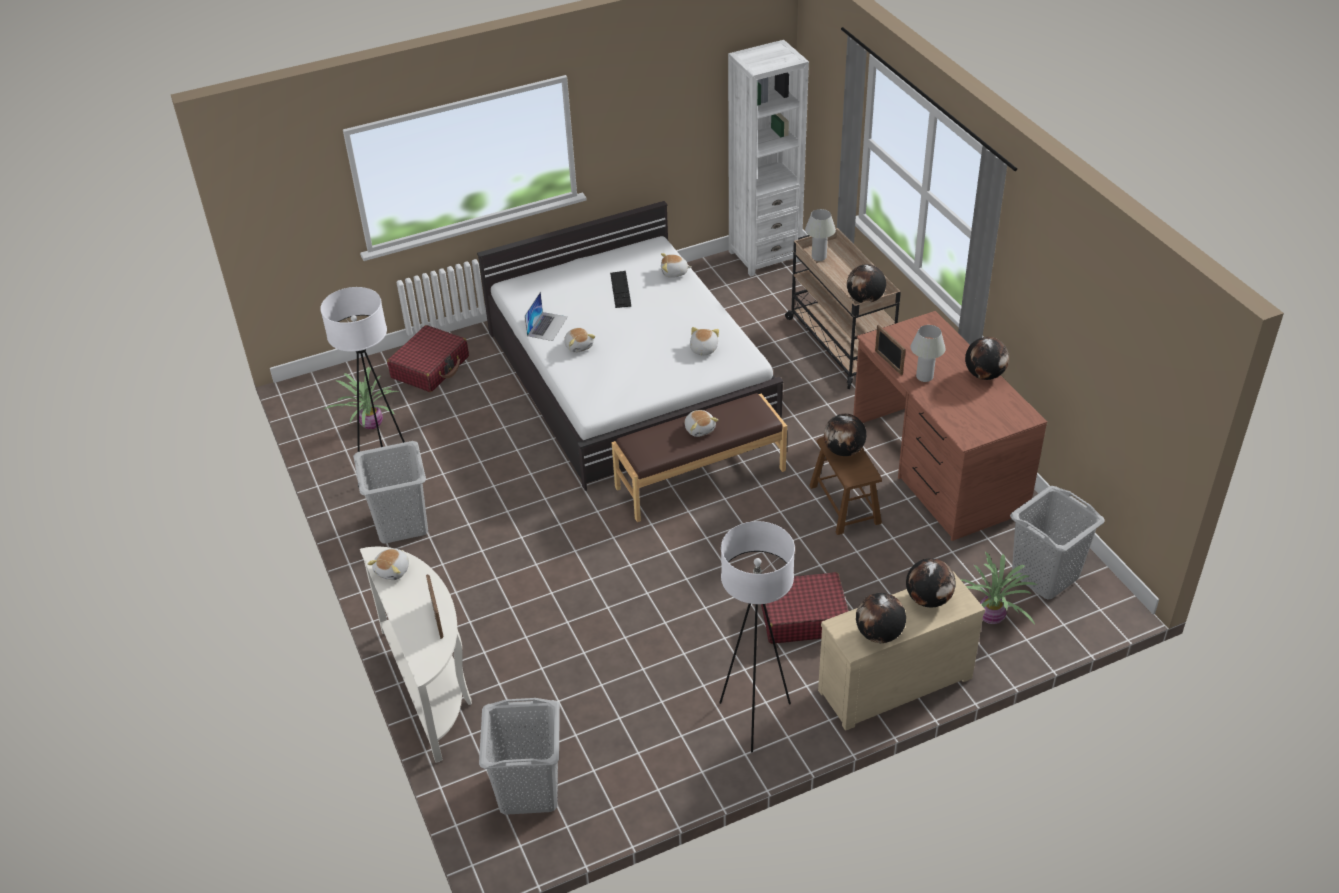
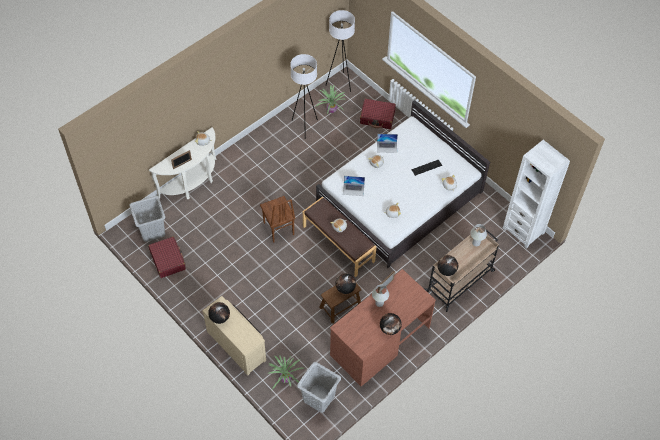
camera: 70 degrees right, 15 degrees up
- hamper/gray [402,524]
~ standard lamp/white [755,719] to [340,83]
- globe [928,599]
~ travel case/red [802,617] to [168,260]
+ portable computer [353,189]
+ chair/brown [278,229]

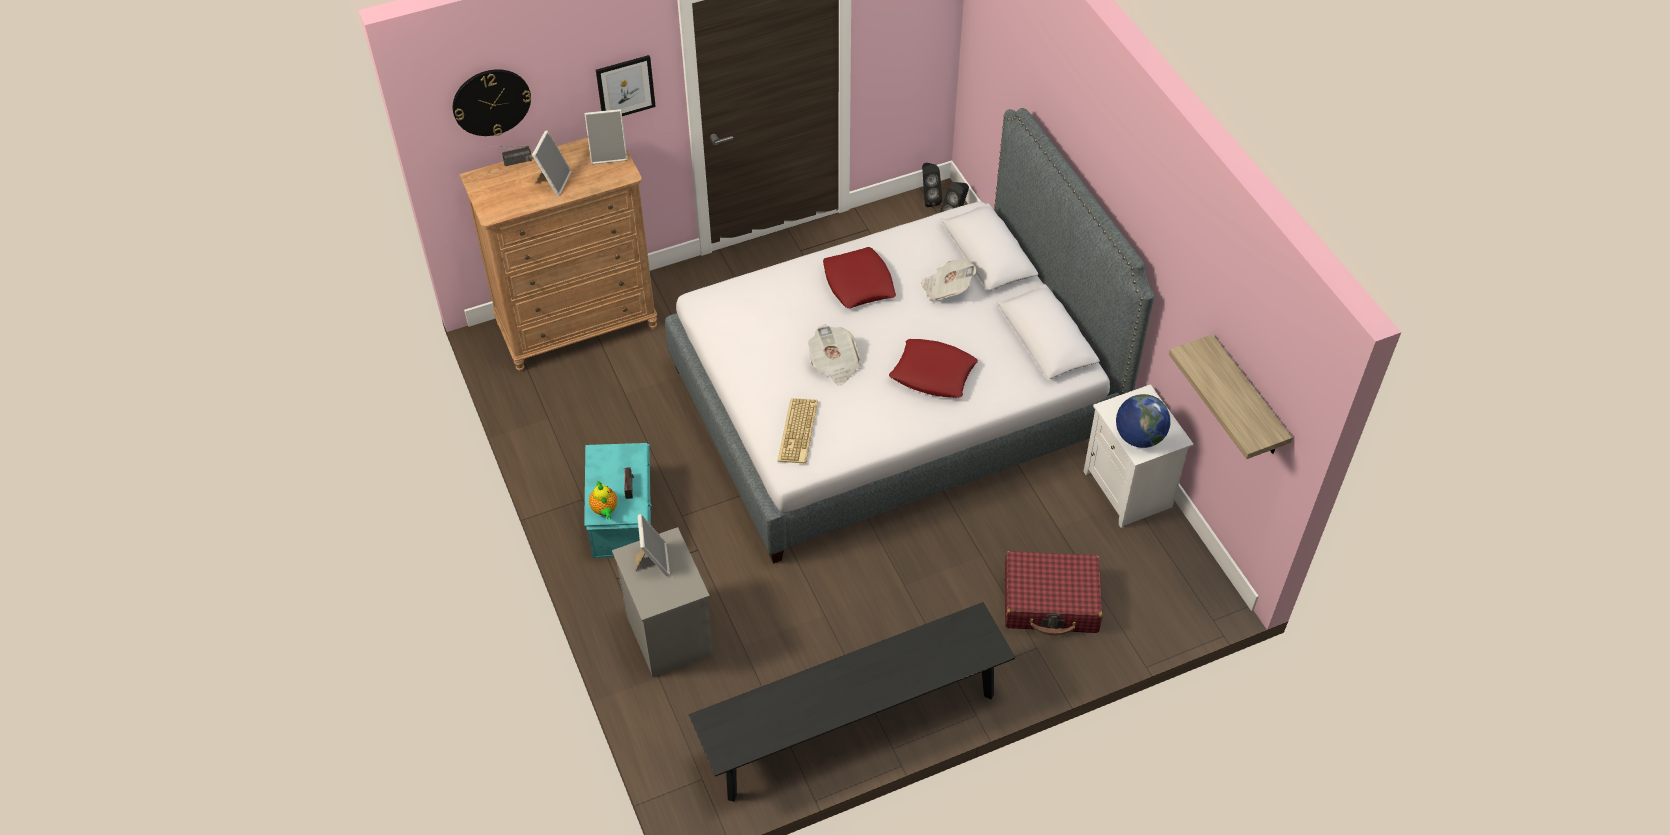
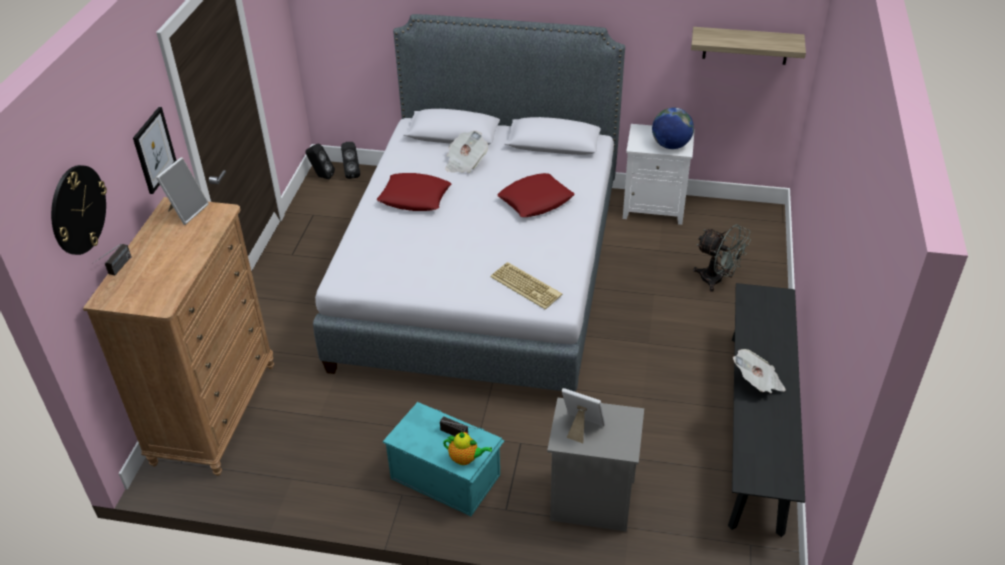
camera: 55 degrees left, 10 degrees down
- picture frame [553,181]
~ daily paper [834,364] to [757,382]
~ travel case/red [1051,601] to fan/gray [717,280]

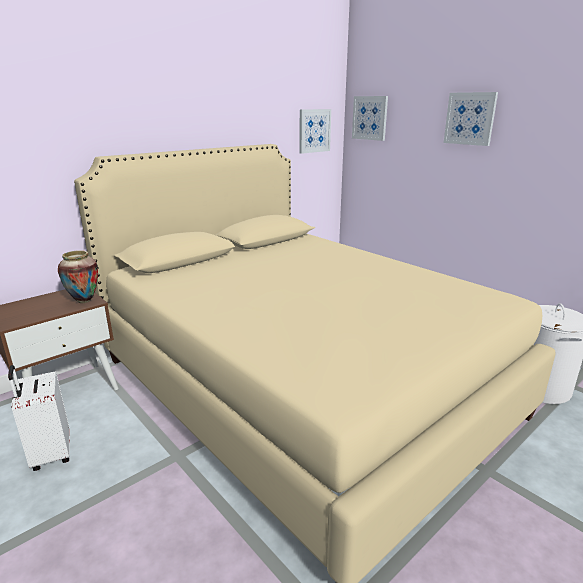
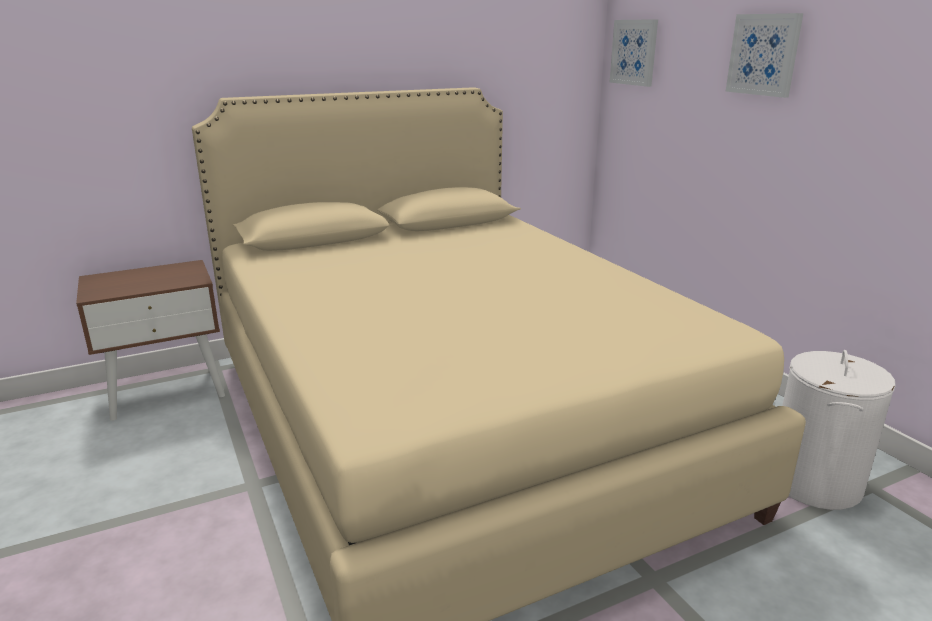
camera: 15 degrees right, 0 degrees up
- wall art [314,131]
- decorative vase [84,301]
- travel case/white [50,454]

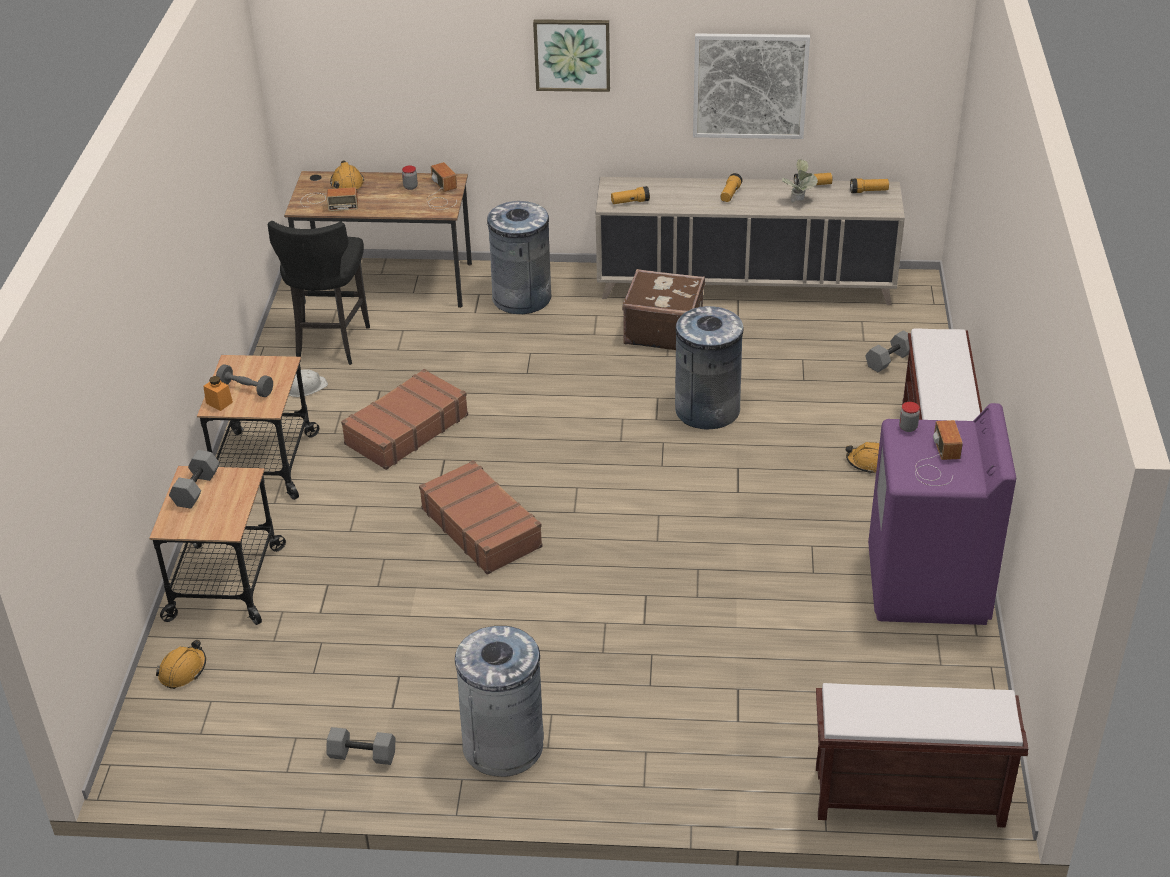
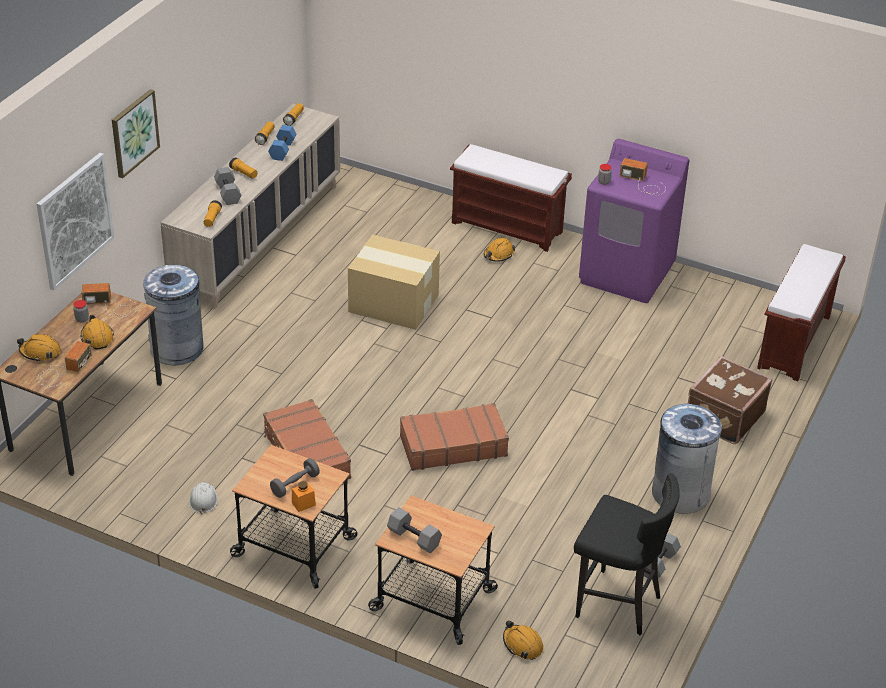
camera: 70 degrees left, 0 degrees up
~ wall art [750,85] to [74,220]
~ houseplant [799,202] to free weight/blue [282,149]
~ sitting stool/blackish [330,343] to [616,604]
~ travel case/brown [663,330] to [723,417]
~ rubbish bin/gray [707,410] to cardboard box [392,302]
~ free weight/gray [889,360] to [228,193]
+ work helmet/orange [97,337]

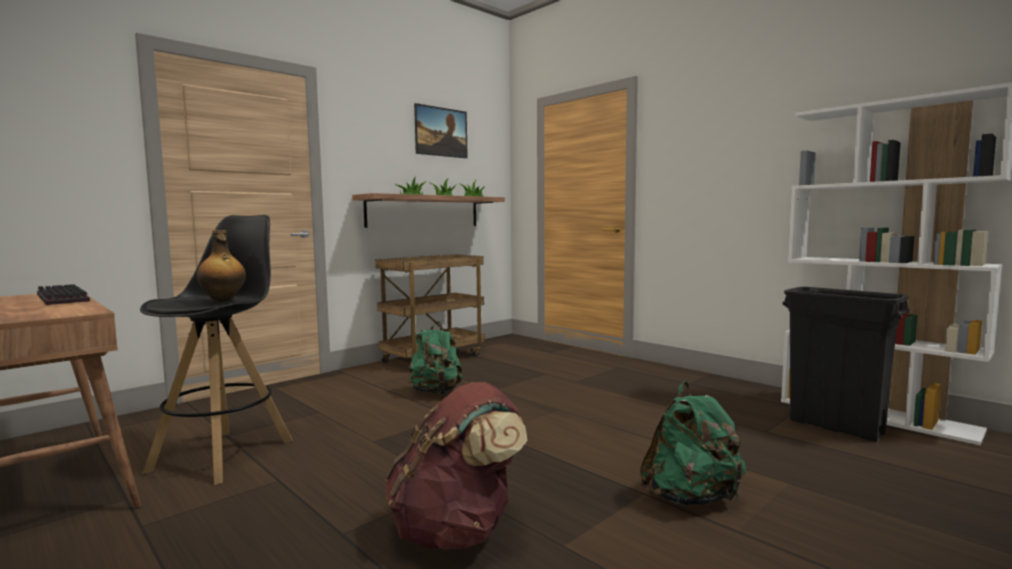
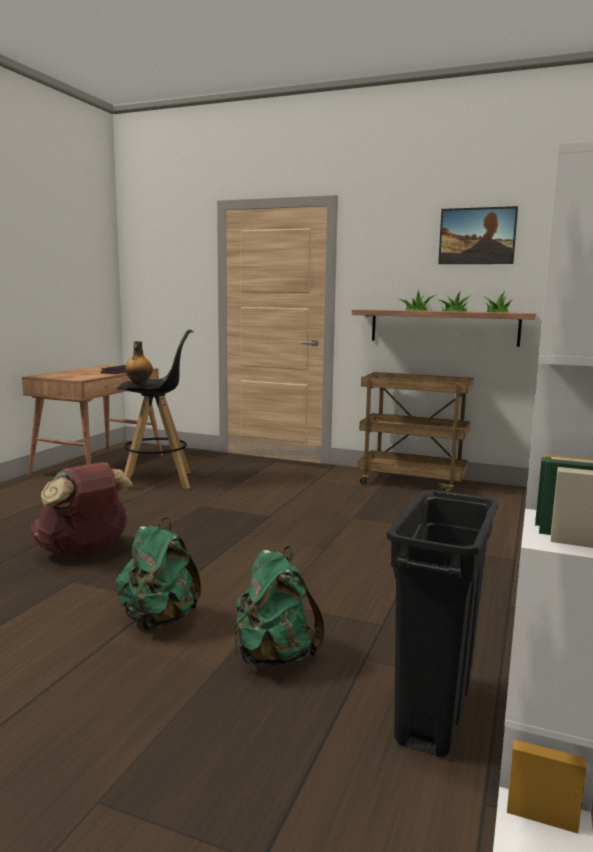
camera: 65 degrees right, 5 degrees up
~ knapsack/green [436,393] to [274,656]

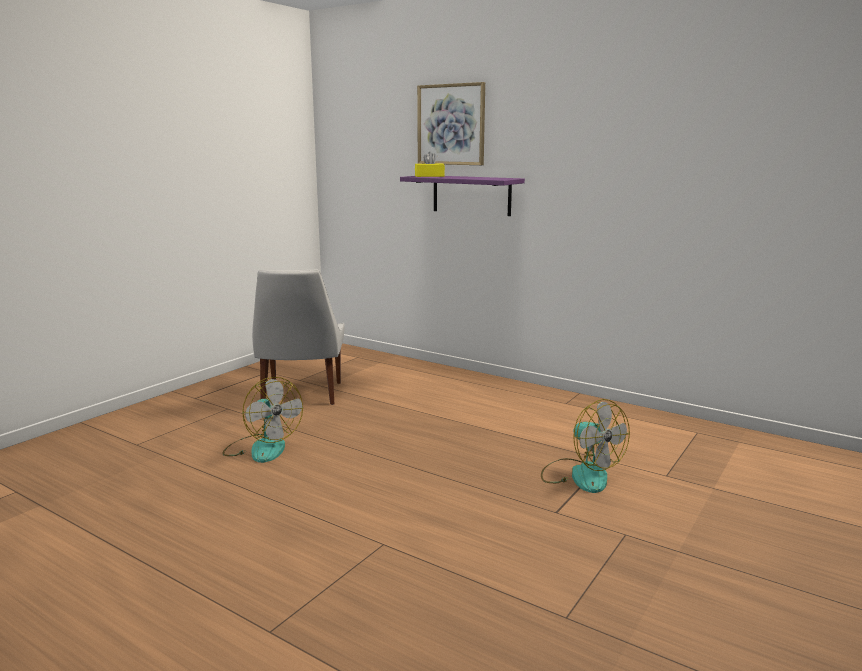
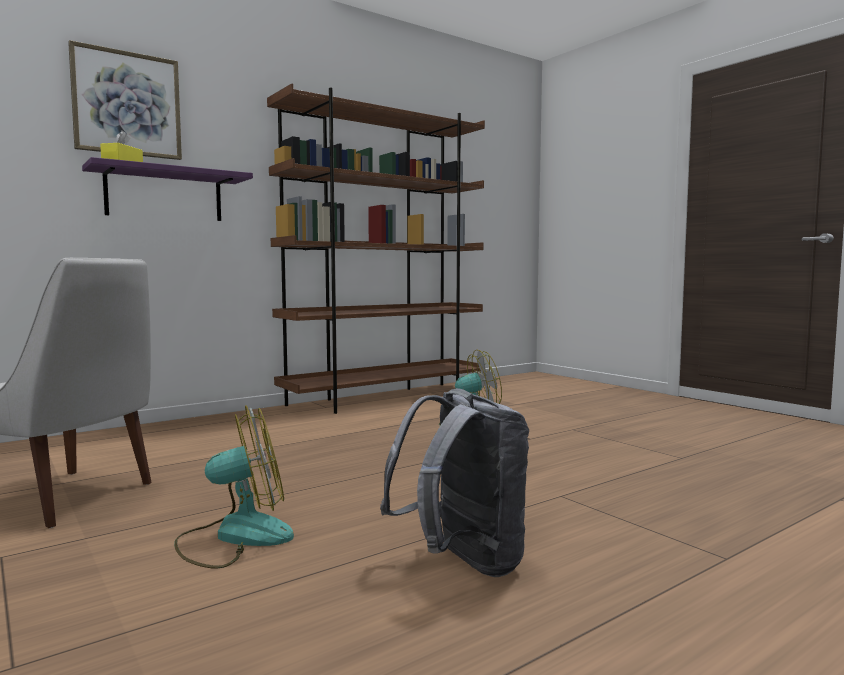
camera: 70 degrees left, 10 degrees down
+ shelving unit/brown [385,398]
+ knapsack/gray [462,563]

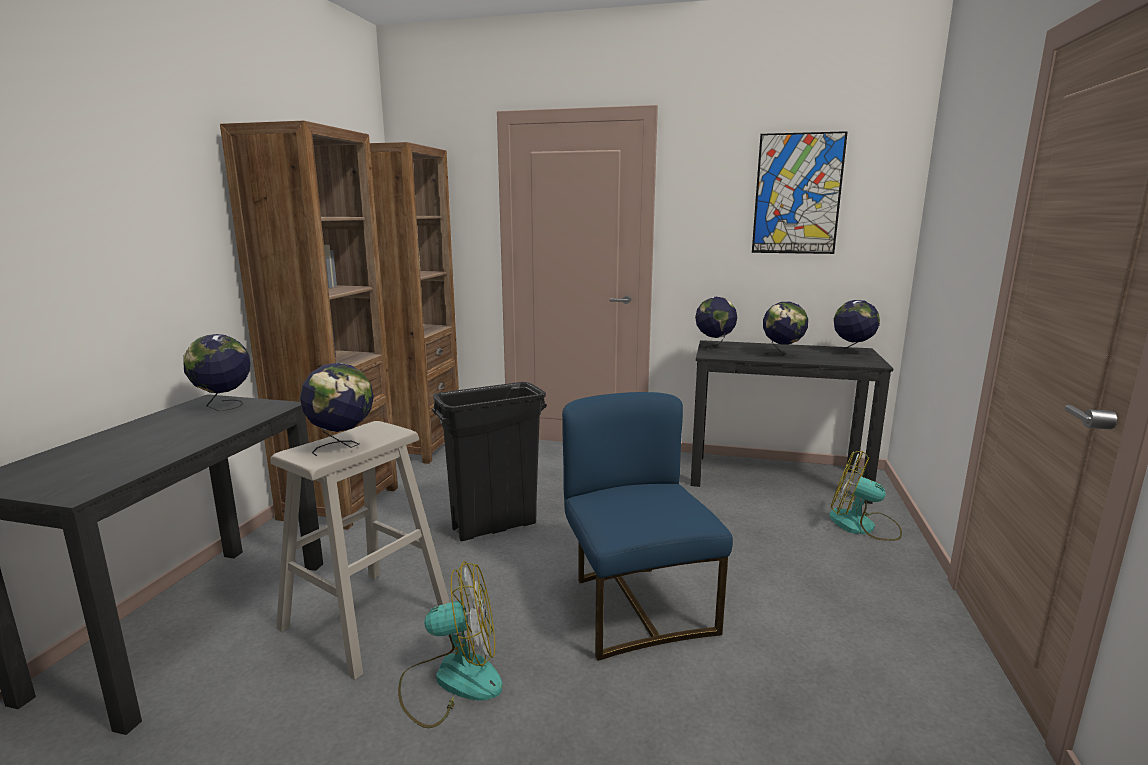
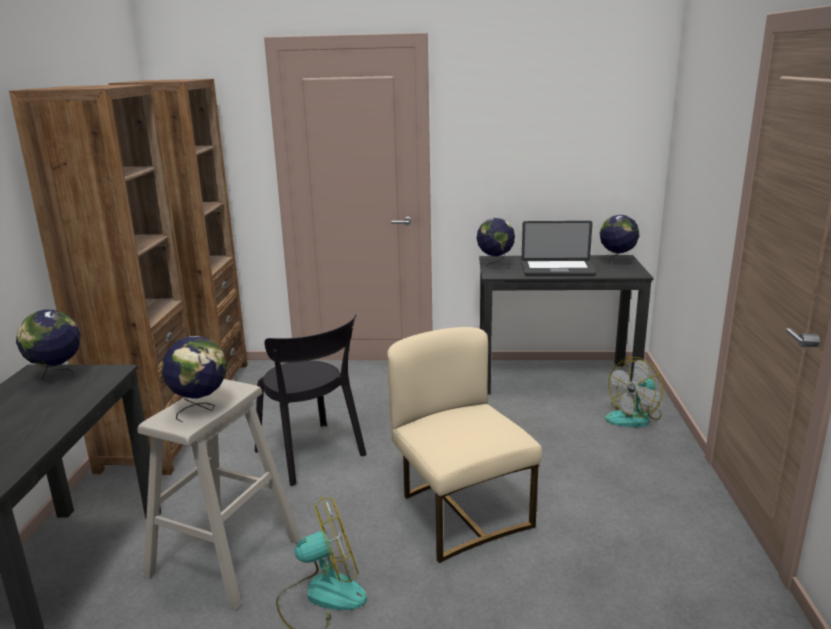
camera: 10 degrees left, 5 degrees up
- wall art [797,194]
~ globe [782,355] to portable computer [557,270]
~ rubbish bin/blackish [494,527] to chair/blackish [312,455]
~ chair/blue [636,607] to chair/beige [460,513]
~ fan [863,526] = [634,417] 60 degrees counterclockwise

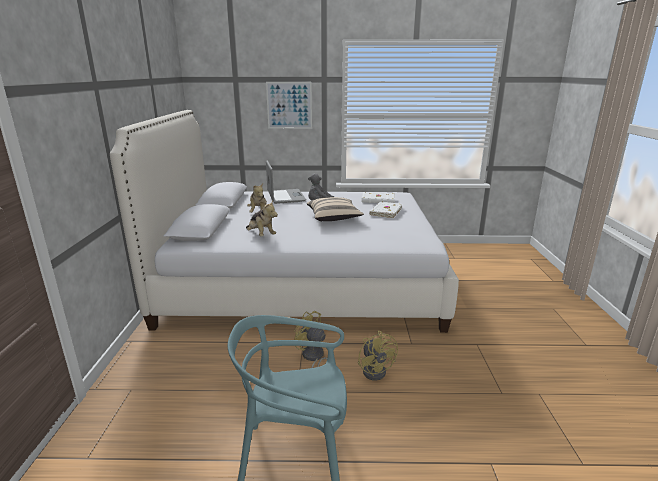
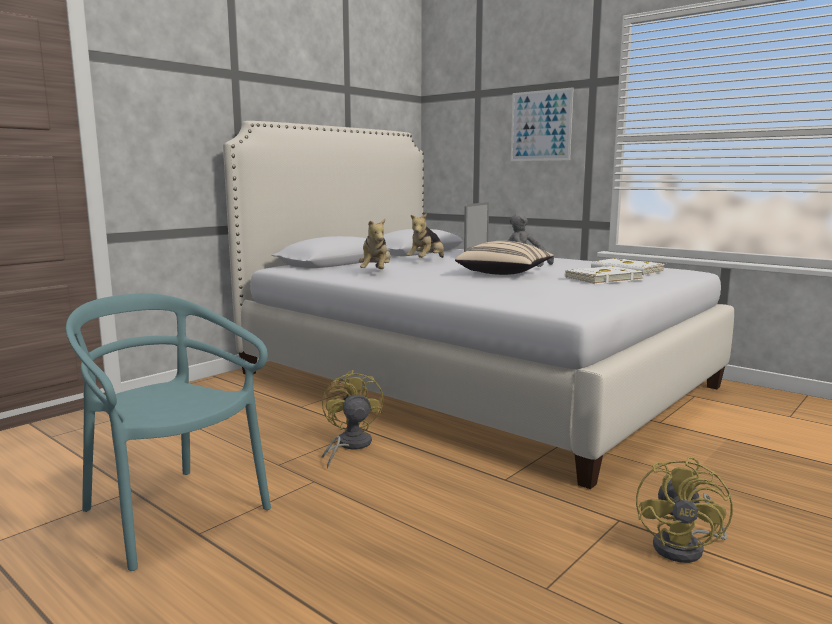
camera: 40 degrees right, 10 degrees down
~ fan/yellowish [376,370] to [686,548]

